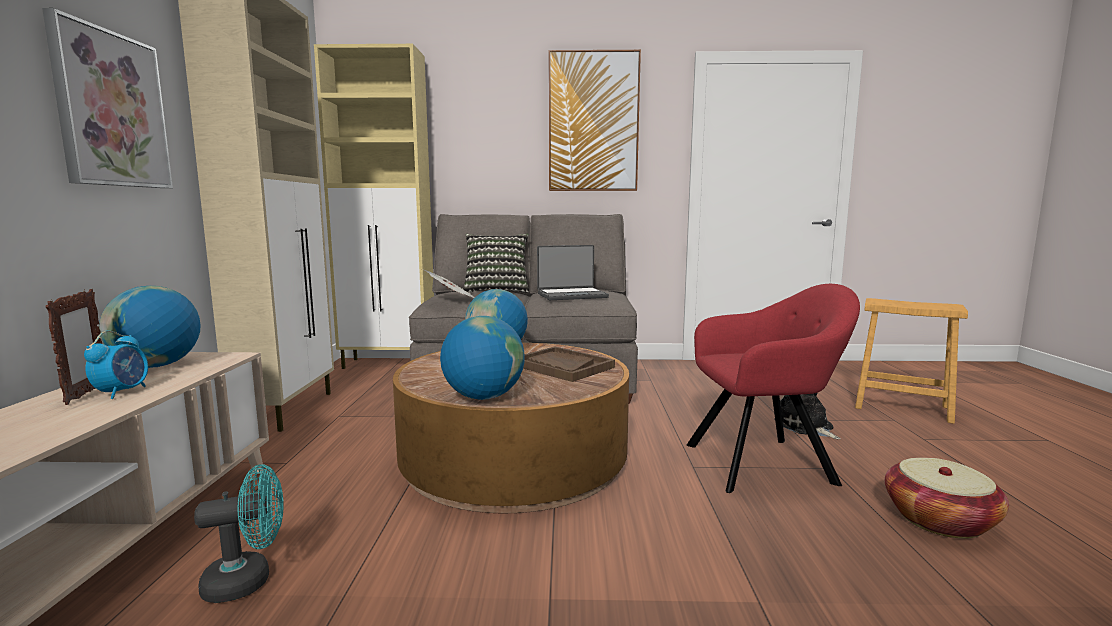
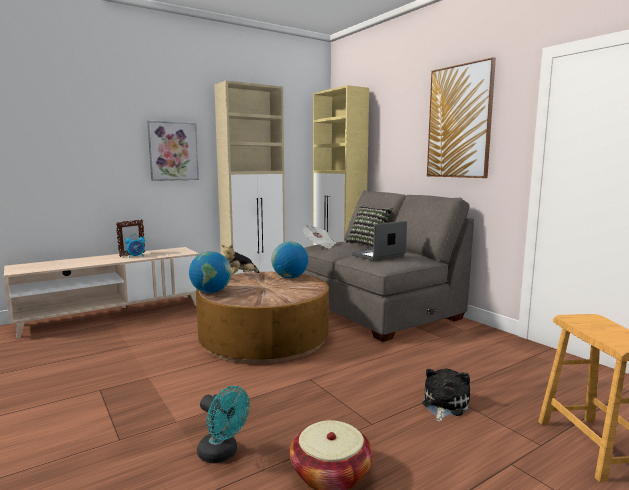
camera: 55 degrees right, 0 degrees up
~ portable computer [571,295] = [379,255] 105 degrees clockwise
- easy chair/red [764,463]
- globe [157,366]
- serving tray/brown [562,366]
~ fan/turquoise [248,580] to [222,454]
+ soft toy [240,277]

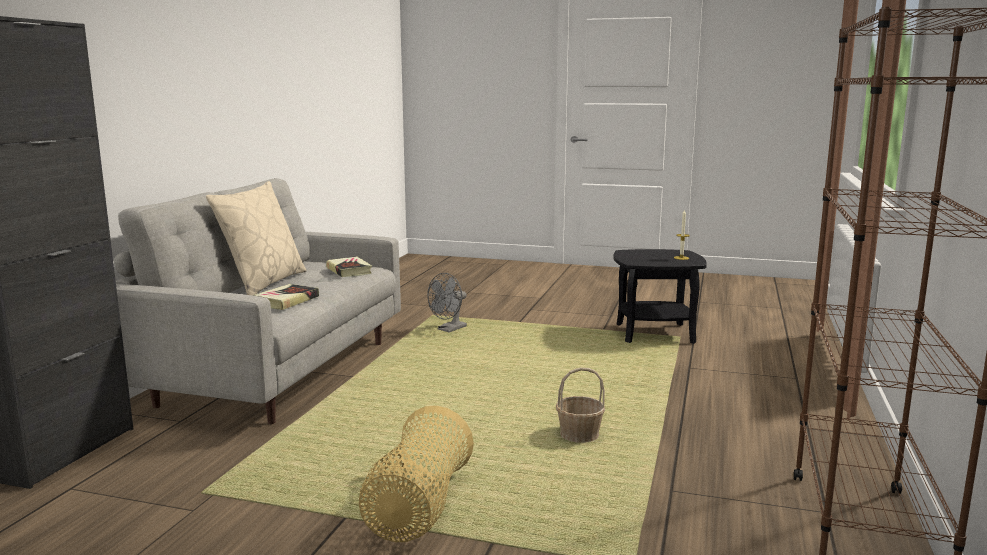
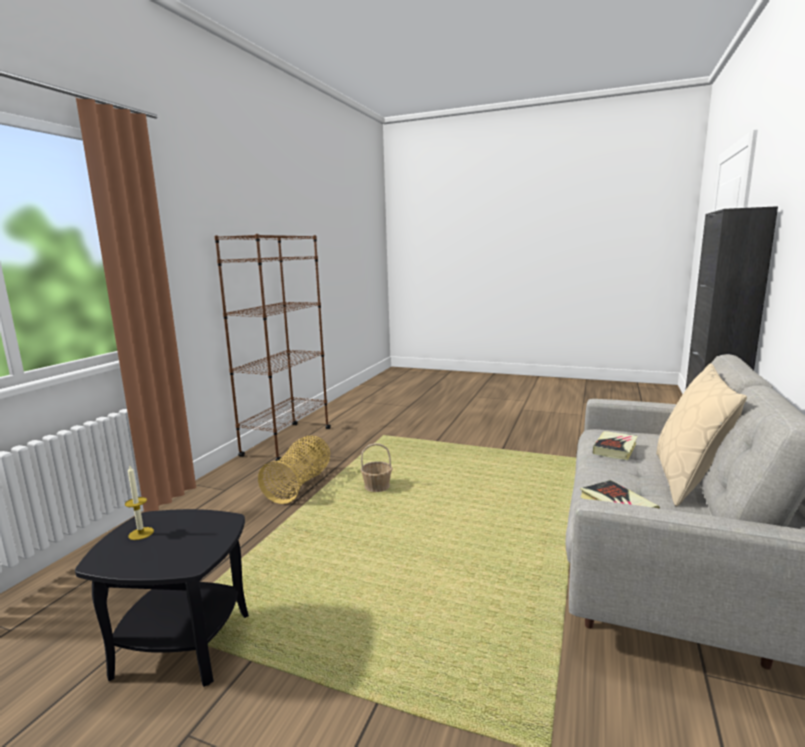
camera: 175 degrees left, 0 degrees up
- fan/gray [449,330]
~ storage basket [417,509] to [300,485]

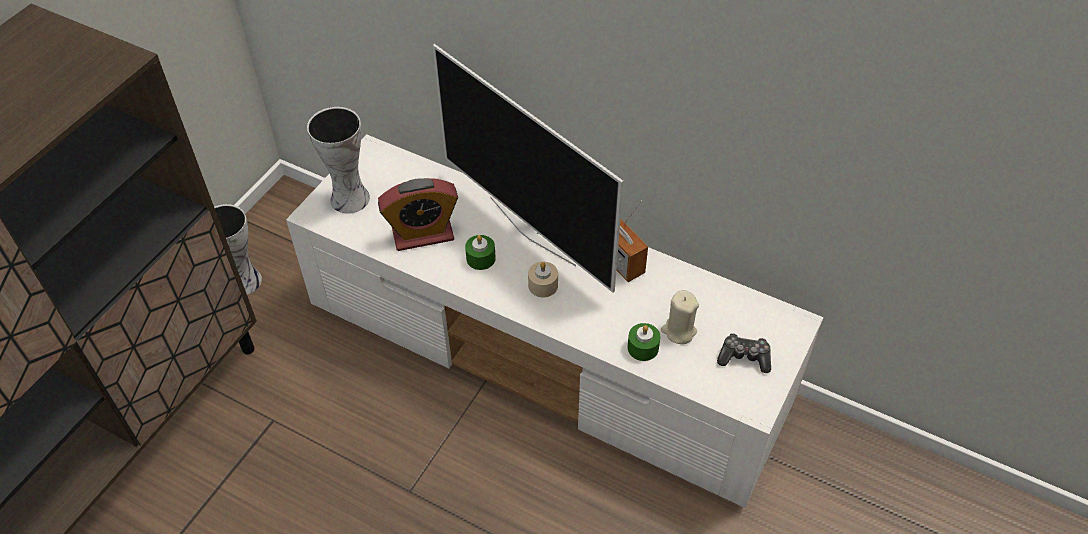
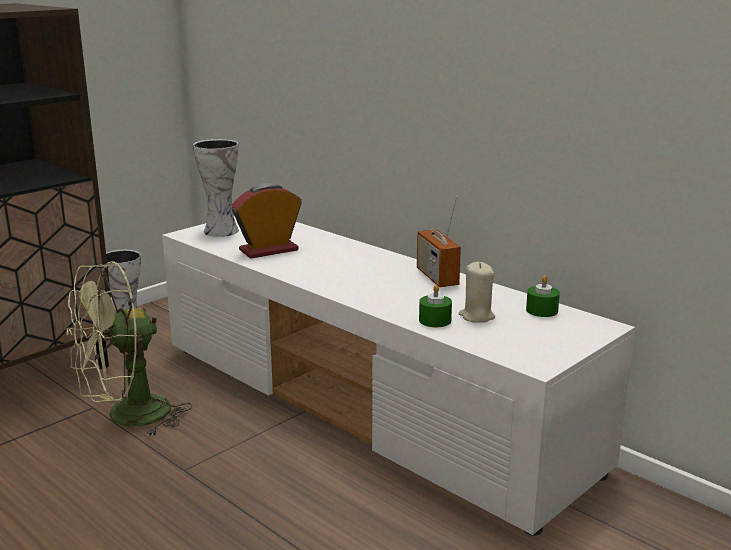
camera: 15 degrees right, 30 degrees down
- TV set [533,230]
~ table clock [423,234] = [269,250] 150 degrees clockwise
~ wax candle/green [481,258] to [542,310]
- wax candle/beige [543,285]
- joypad [744,357]
+ fan/green [127,417]

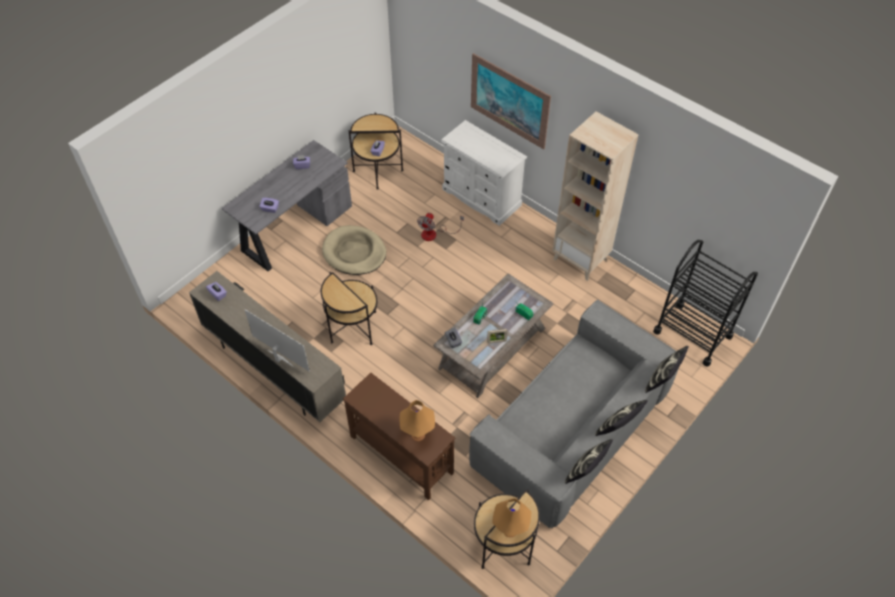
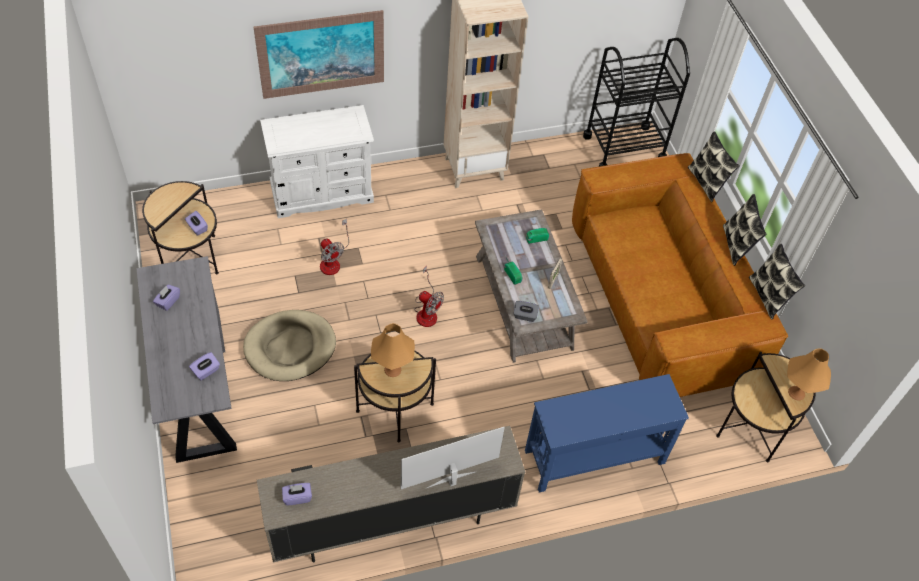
camera: 60 degrees left, 0 degrees up
~ sofa/gray [571,428] to sofa/brown [661,297]
~ narrow table/brown [401,454] to narrow table/blue [593,456]
~ tabletop lamp/orange [418,435] to [393,370]
+ fan [426,311]

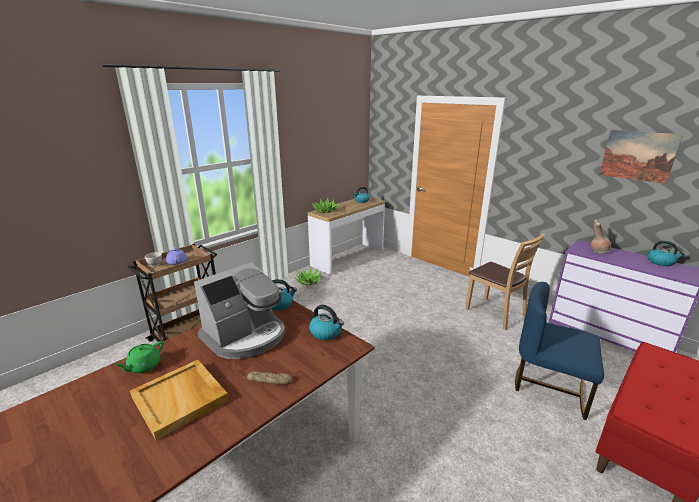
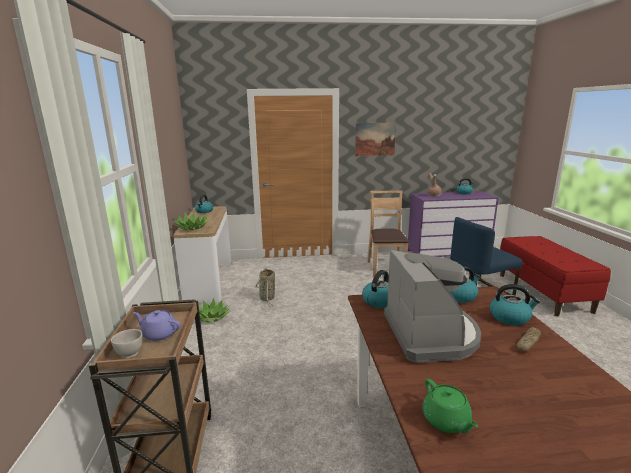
camera: 50 degrees left, 5 degrees down
~ wall art [638,156] to [375,139]
~ chair/brown [495,313] = [386,269] 90 degrees counterclockwise
- serving tray/beige [181,399]
+ storage basket [267,298]
+ kettle [510,317]

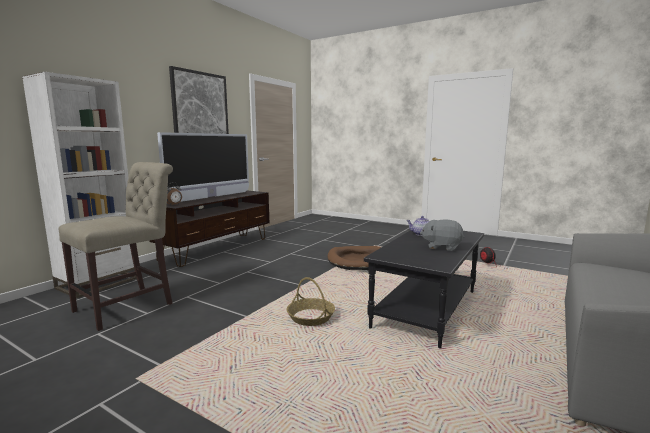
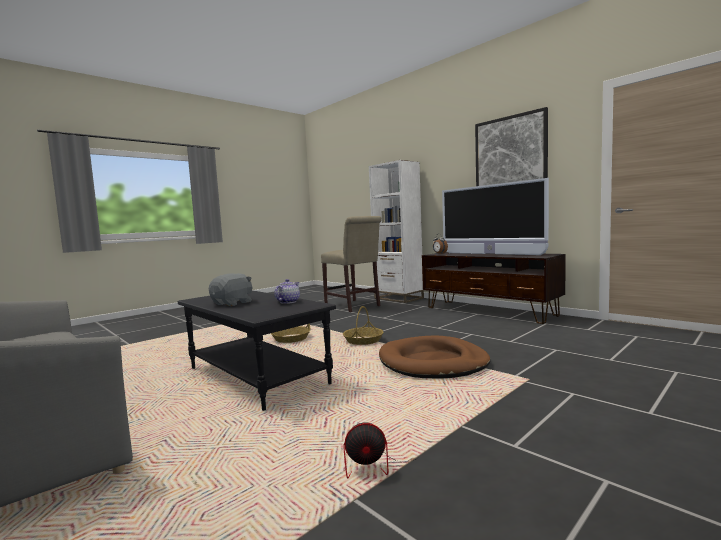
camera: 105 degrees right, 5 degrees down
+ storage basket [363,340]

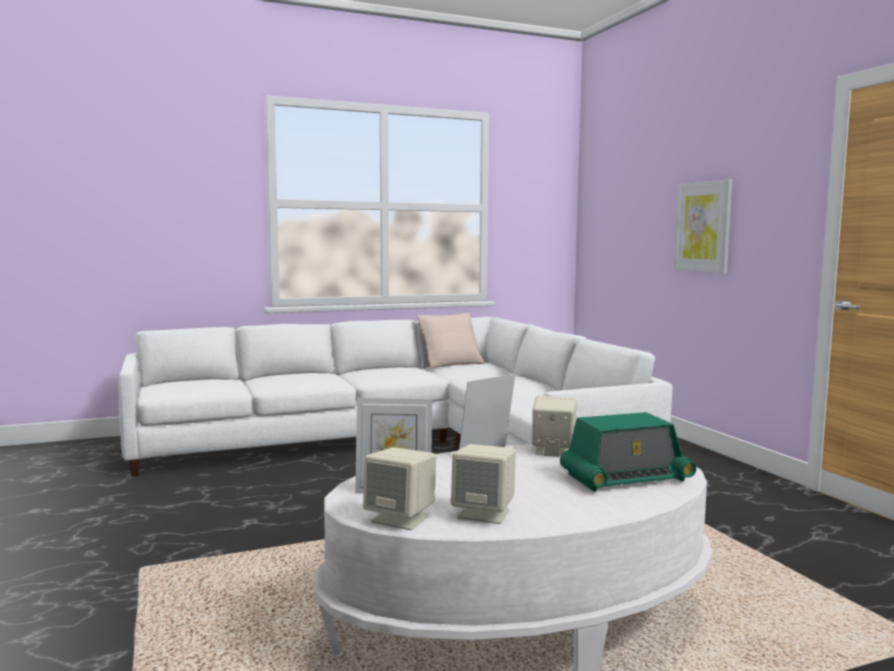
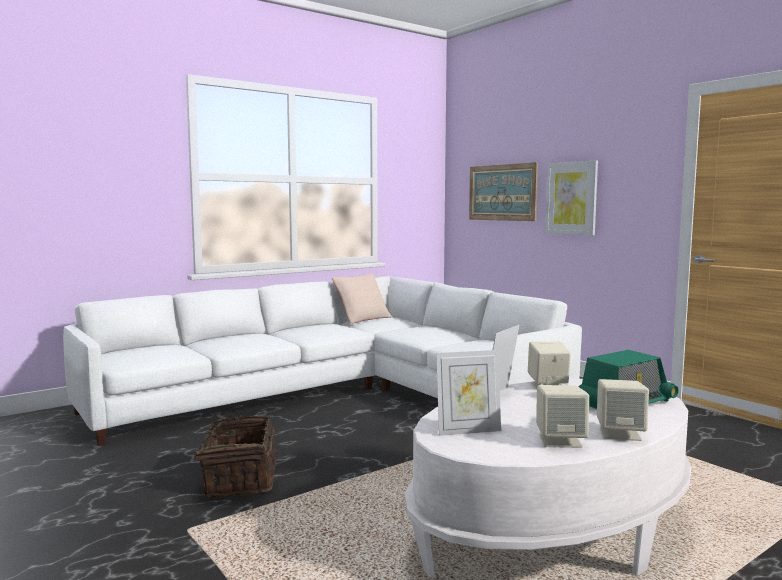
camera: 15 degrees left, 0 degrees up
~ speaker/beige [401,518] to [620,434]
+ wall art [502,192]
+ storage basket [238,479]

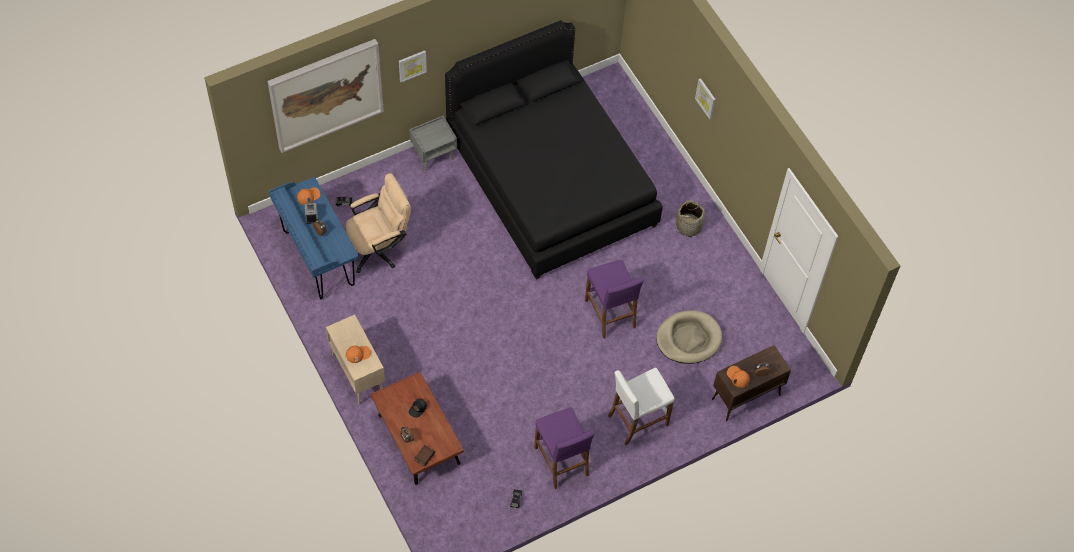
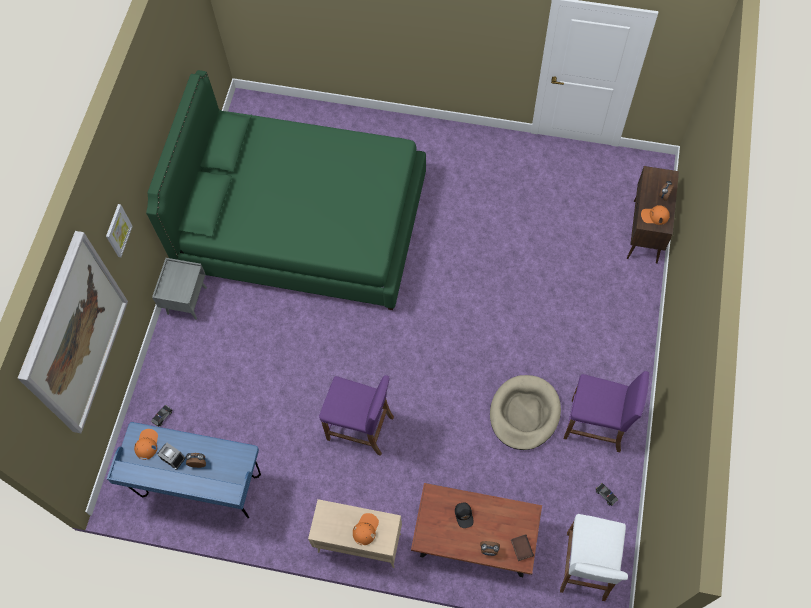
camera: 45 degrees left, 5 degrees up
~ bedroom bed/blackish [551,181] to bedroom bed/green [304,224]
- wall art [706,98]
- computer chair/beige [379,248]
- storage basket [689,226]
~ sitting stool/purple-coloured [610,314] to [360,428]
~ dog bed/beige [688,339] to [524,413]
~ sitting stool/white [637,420] to [585,566]

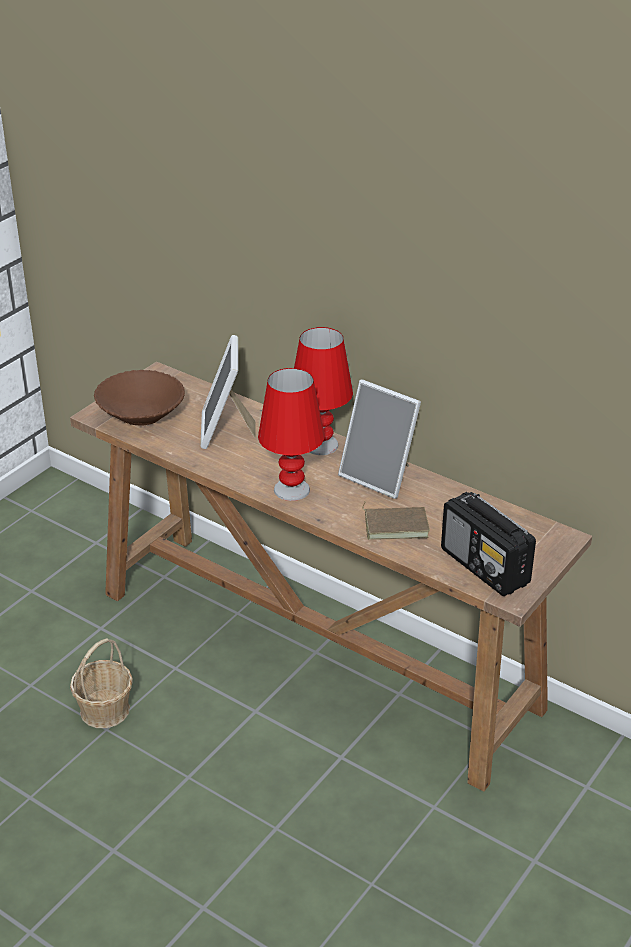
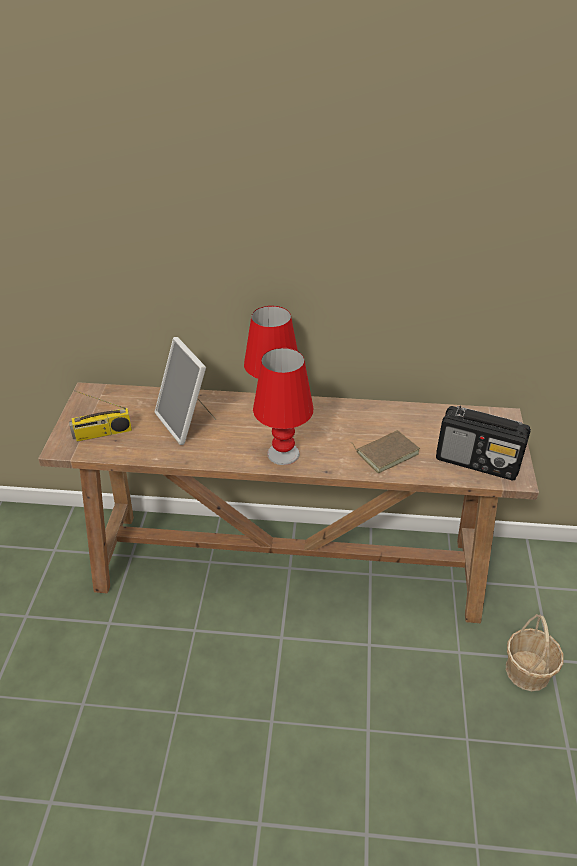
camera: 30 degrees left, 5 degrees up
~ serving bowl/brown [141,414] to radio receiver [102,433]
- picture frame [380,476]
~ storage basket [105,710] to [527,671]

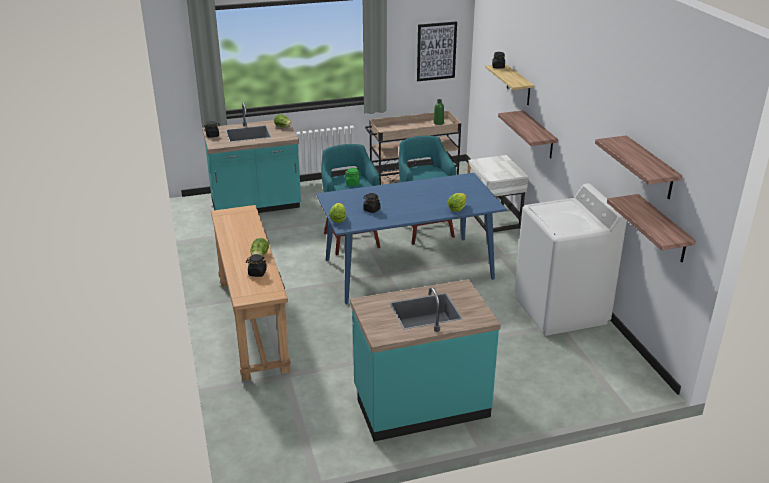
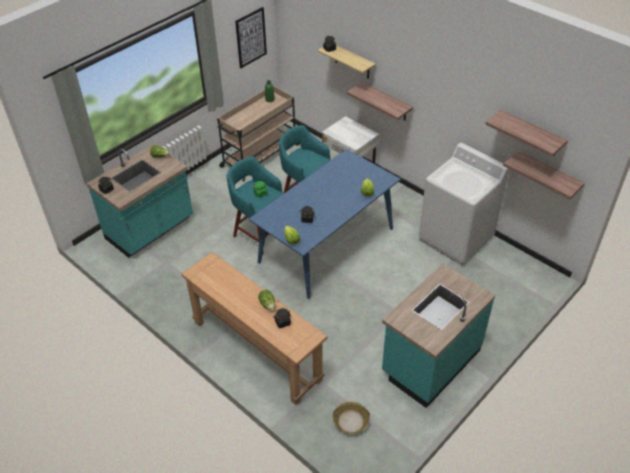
camera: 30 degrees left, 15 degrees up
+ storage basket [351,421]

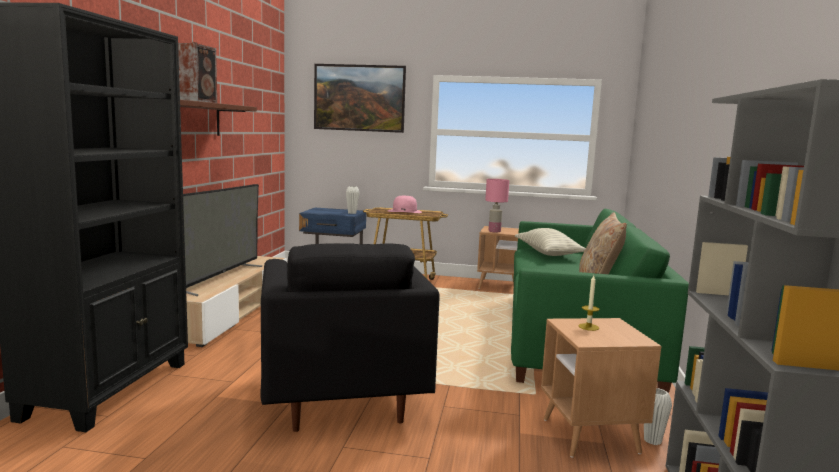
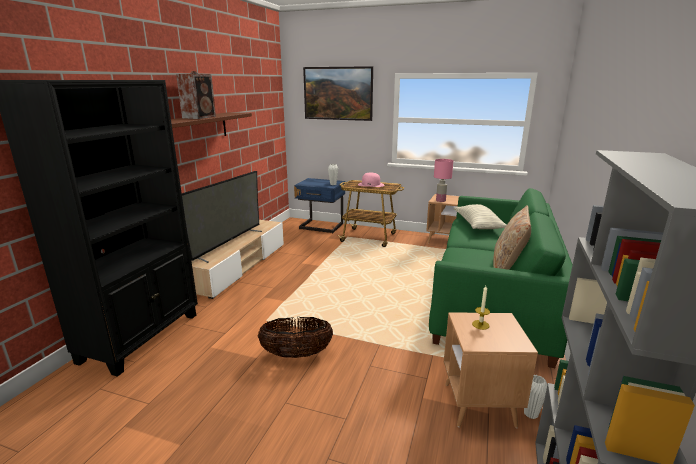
camera: 10 degrees right, 10 degrees up
~ easy chair/blackish [342,399] to storage basket [296,354]

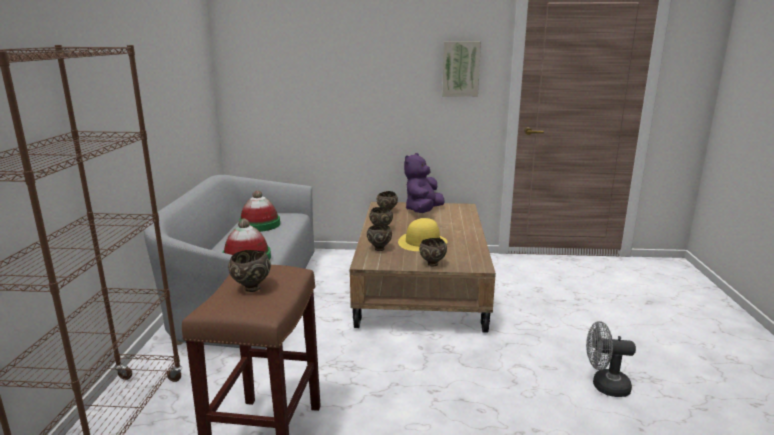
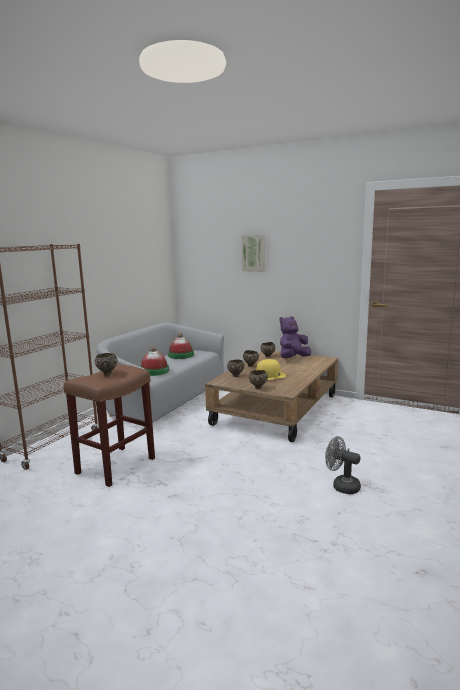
camera: 25 degrees right, 5 degrees down
~ wall art [461,69] to [254,253]

